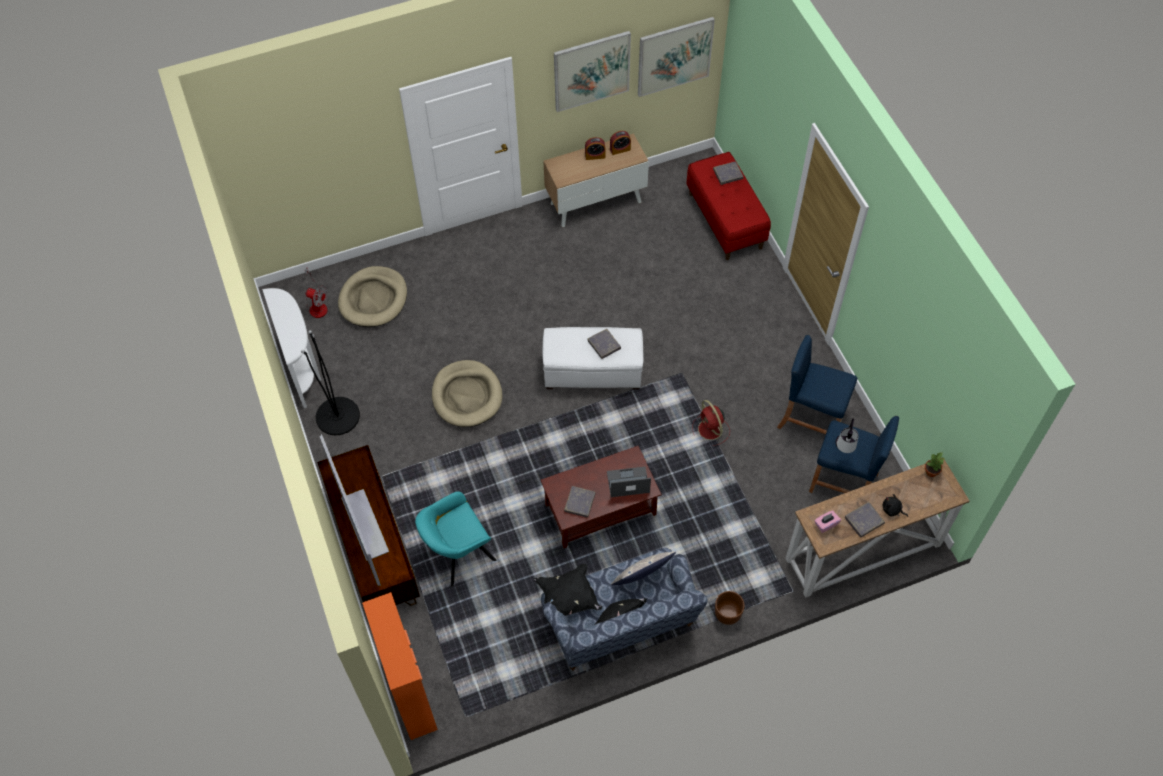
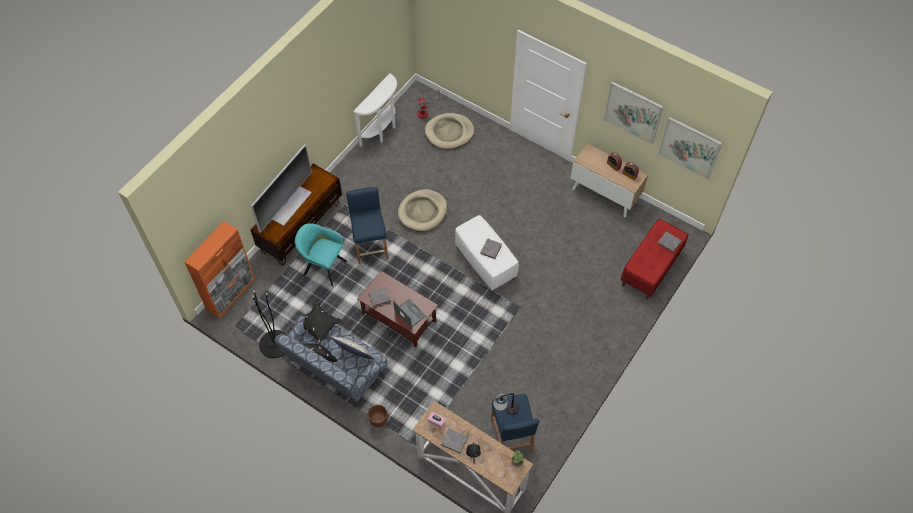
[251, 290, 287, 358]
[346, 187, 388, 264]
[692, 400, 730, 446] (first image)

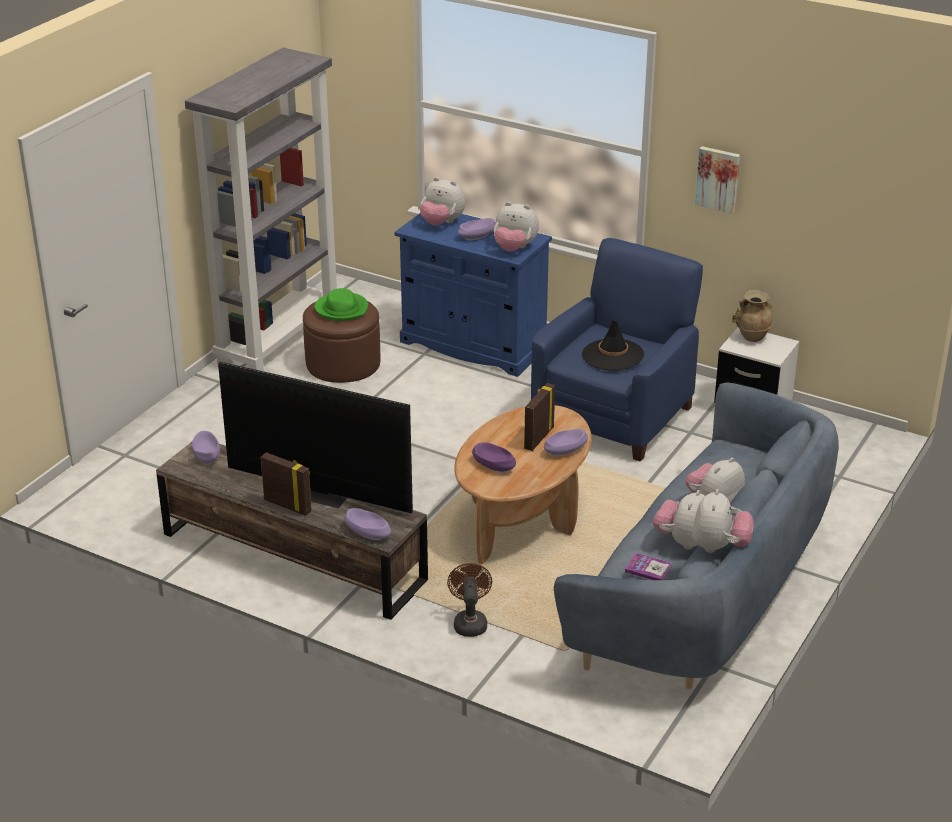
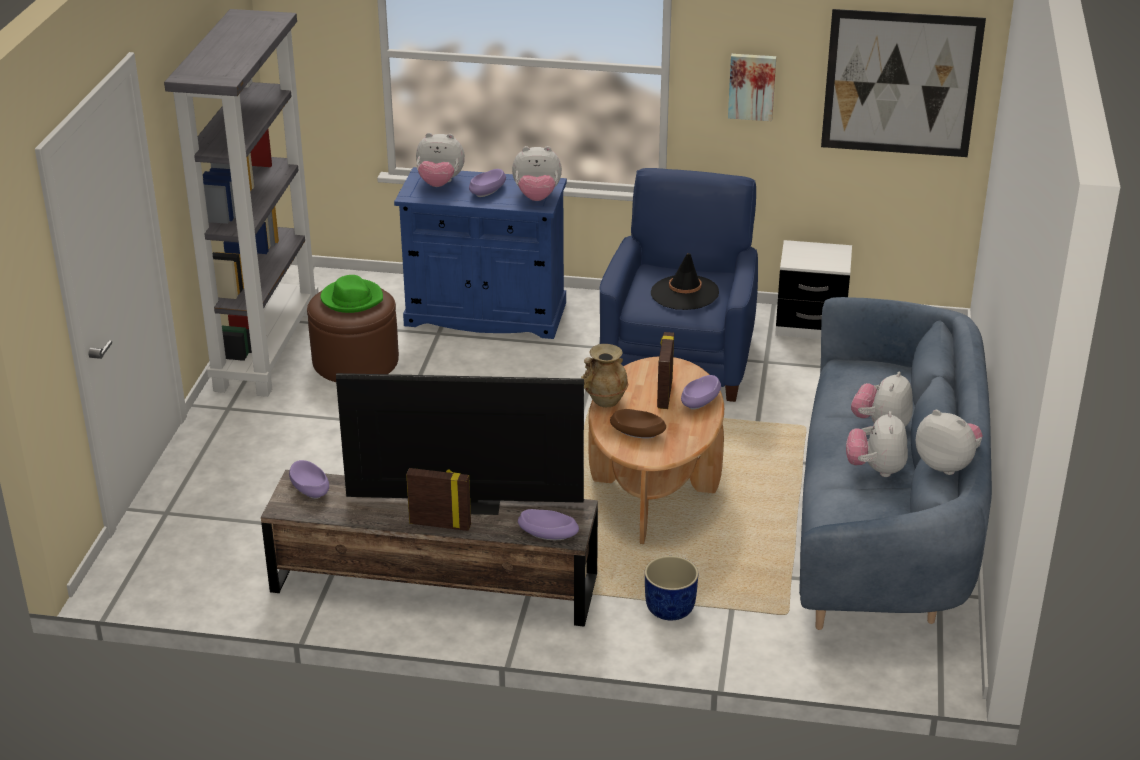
[581, 344, 628, 407]
[610, 409, 666, 439]
[645, 556, 698, 620]
[821, 9, 986, 157]
[916, 410, 983, 475]
[625, 553, 672, 580] (first image)

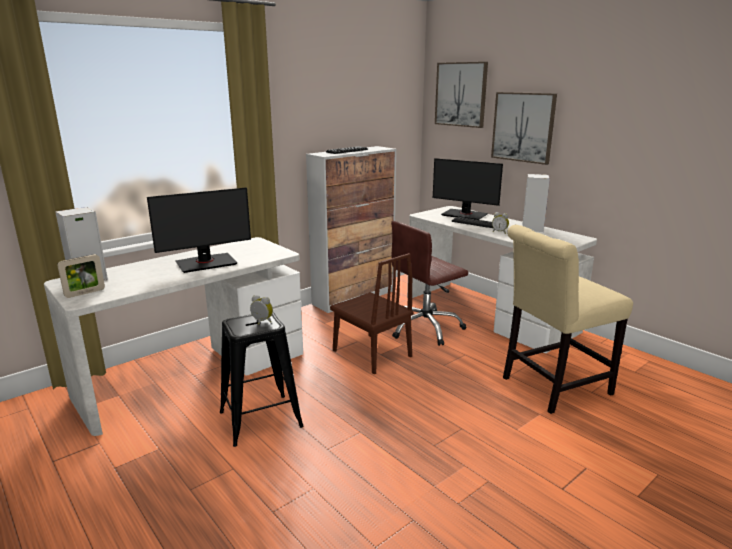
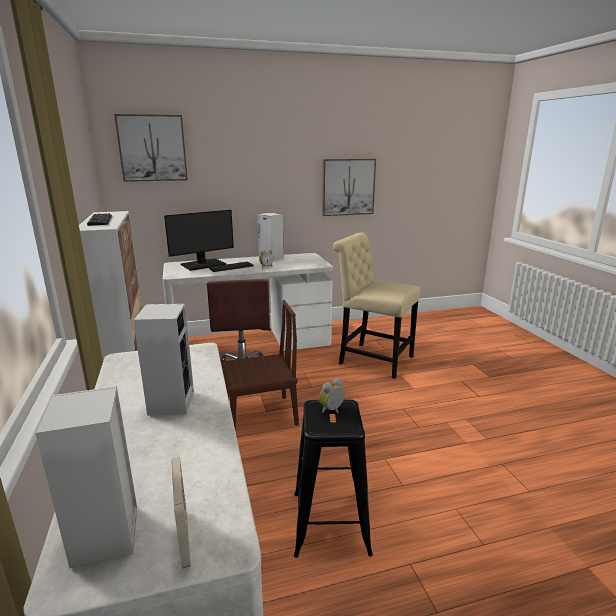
[133, 303, 194, 416]
[322, 159, 376, 216]
[333, 232, 421, 379]

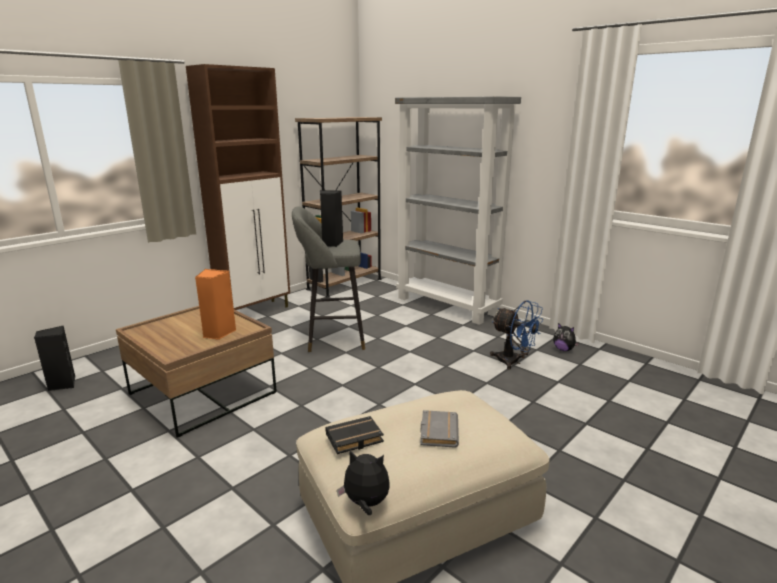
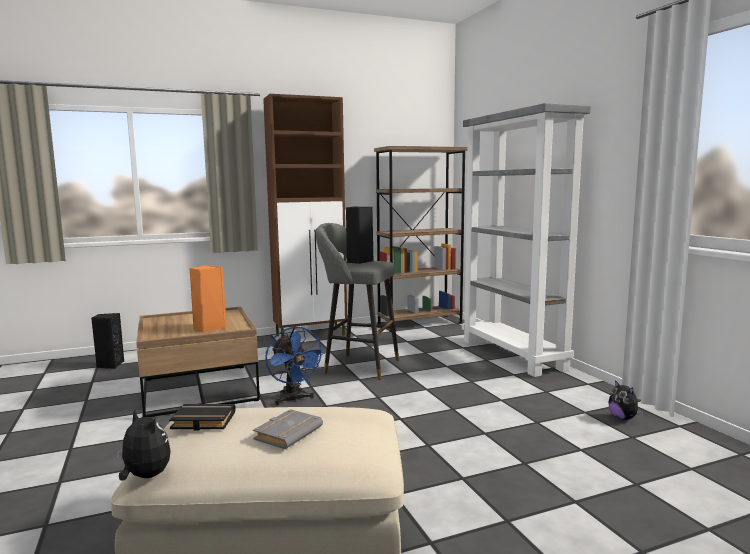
[265, 326, 326, 405]

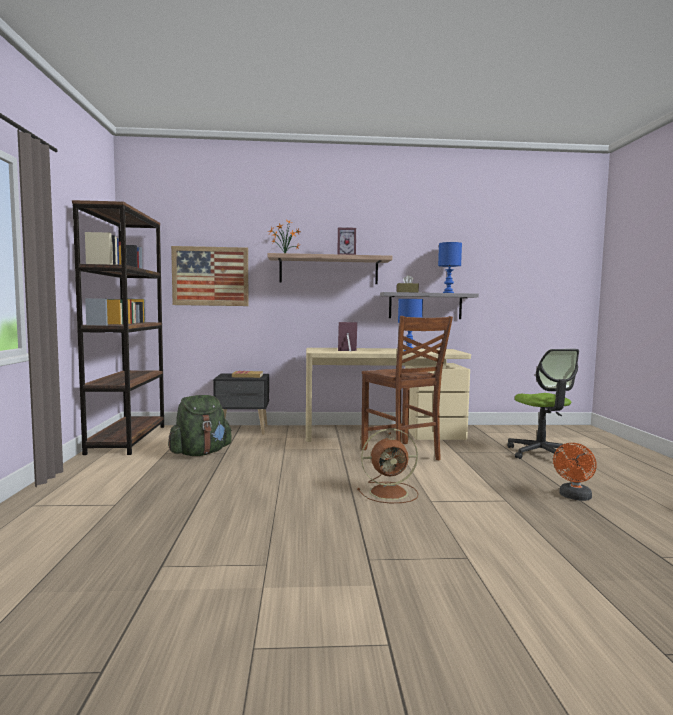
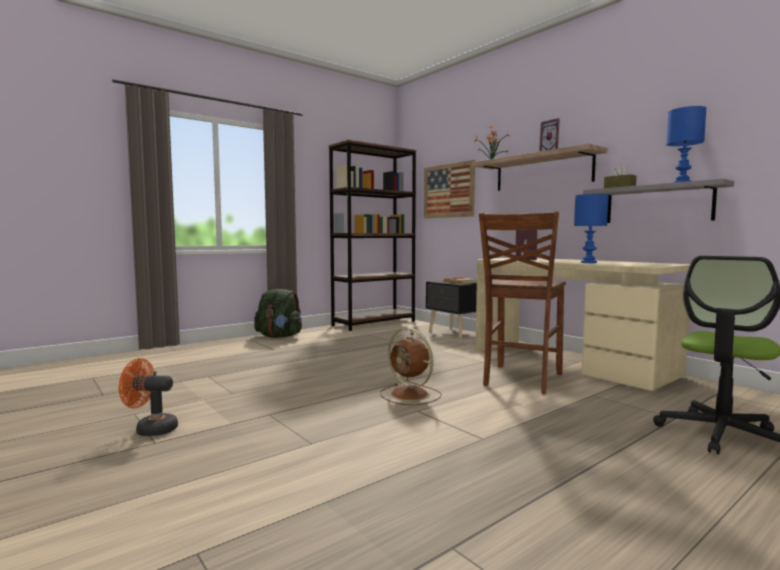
[119, 358, 178, 436]
[254, 289, 302, 338]

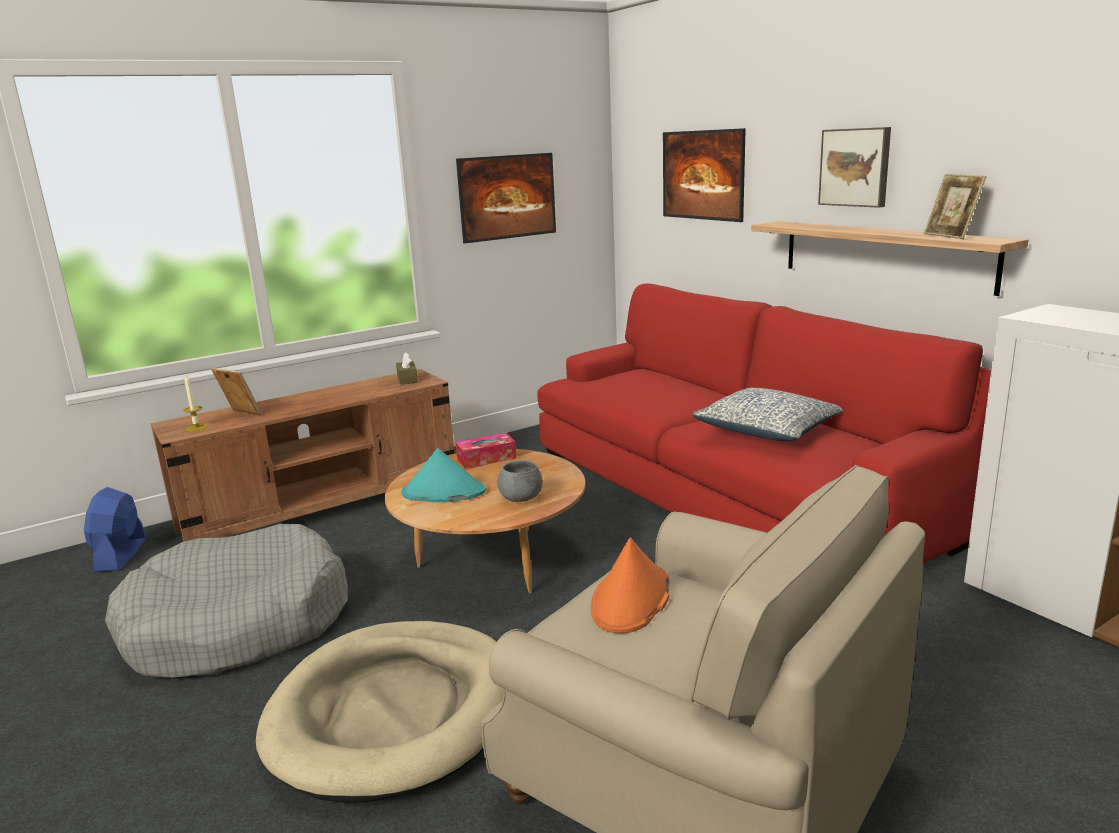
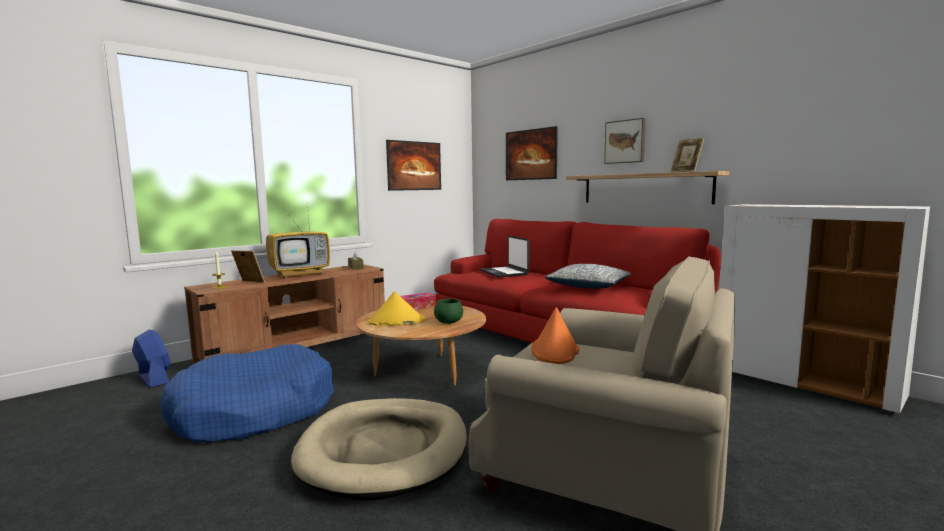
[132, 330, 171, 388]
[160, 344, 334, 443]
[266, 213, 330, 278]
[368, 291, 425, 326]
[434, 299, 463, 324]
[480, 236, 529, 278]

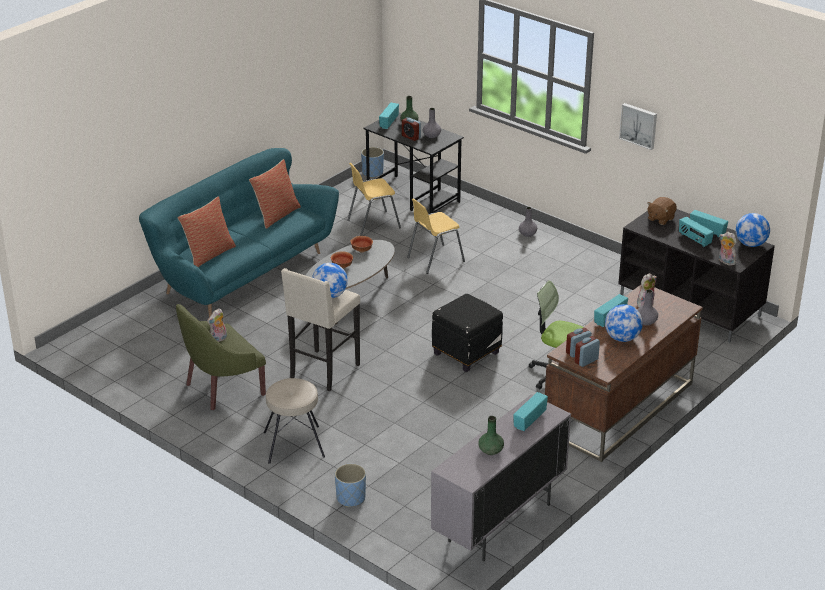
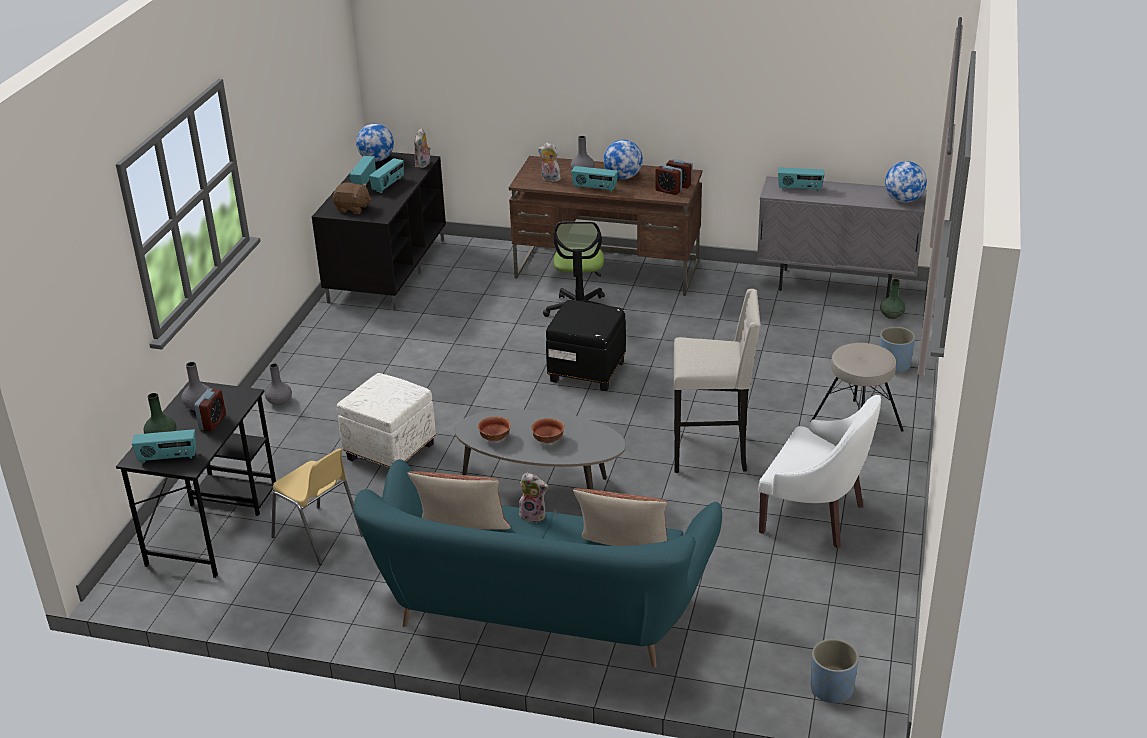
[337, 373, 436, 469]
[519, 473, 548, 523]
[758, 395, 881, 548]
[811, 639, 859, 704]
[880, 279, 906, 319]
[885, 161, 927, 203]
[619, 103, 657, 150] (first image)

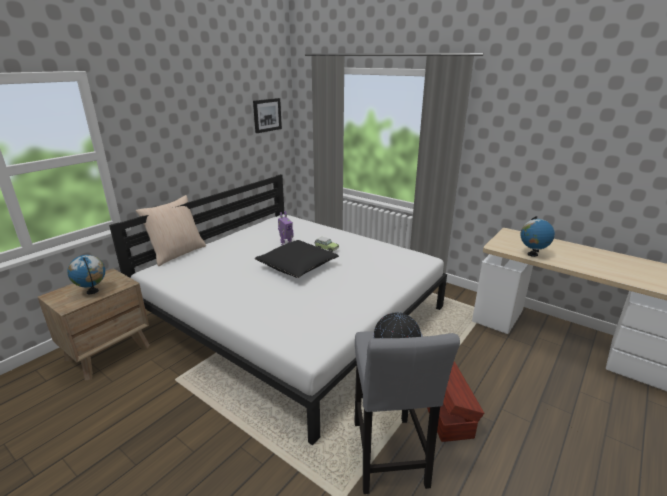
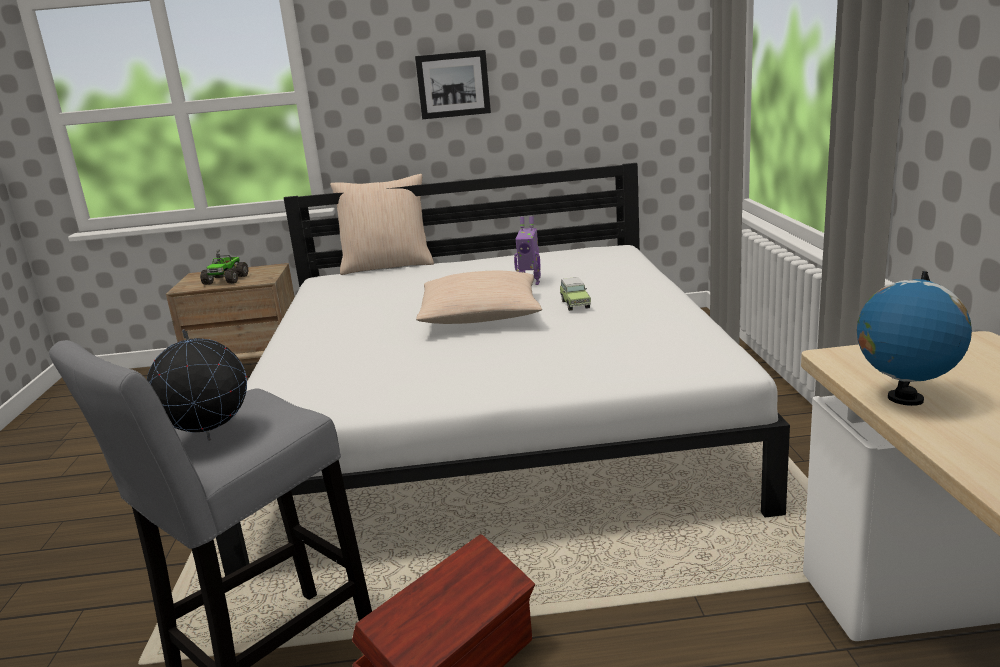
[200, 249, 248, 285]
[415, 50, 491, 119]
[416, 271, 542, 324]

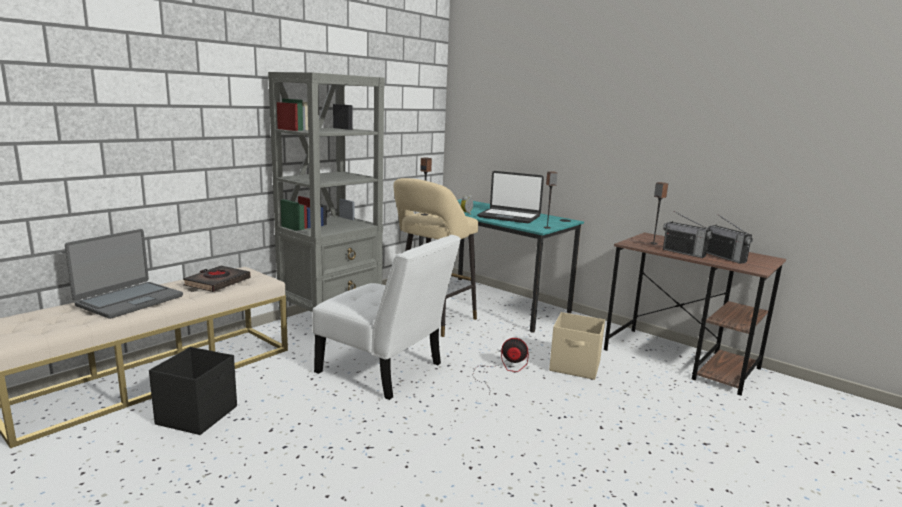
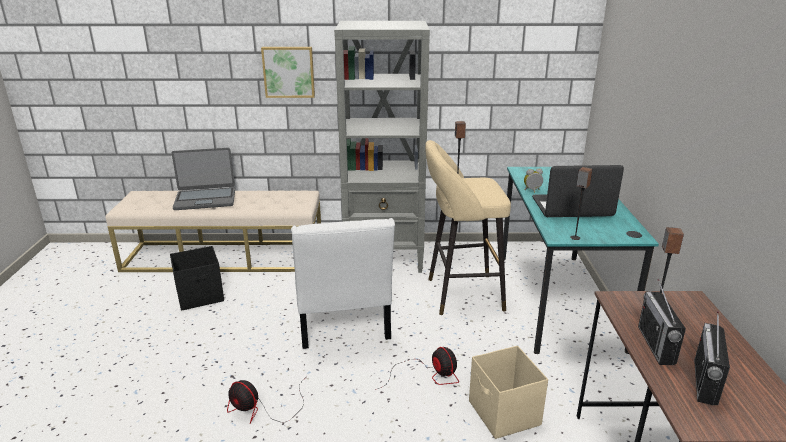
[227, 380, 304, 424]
[261, 47, 315, 98]
[532, 165, 624, 217]
[183, 266, 251, 292] (first image)

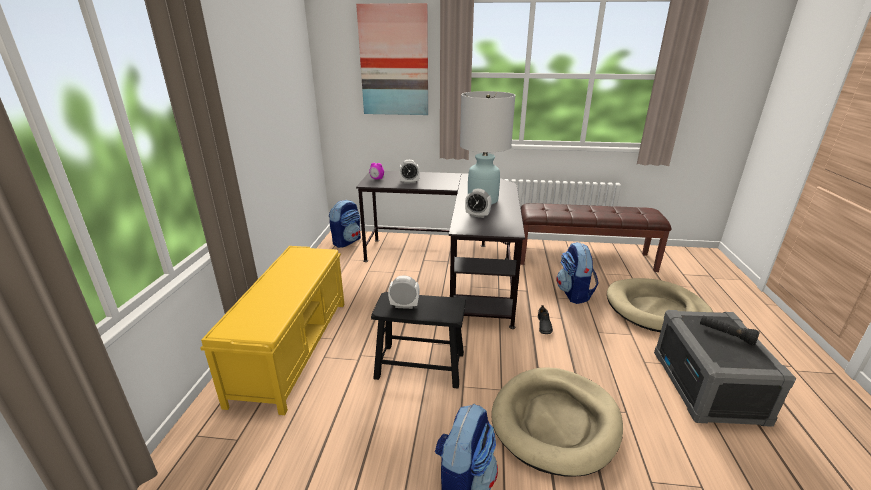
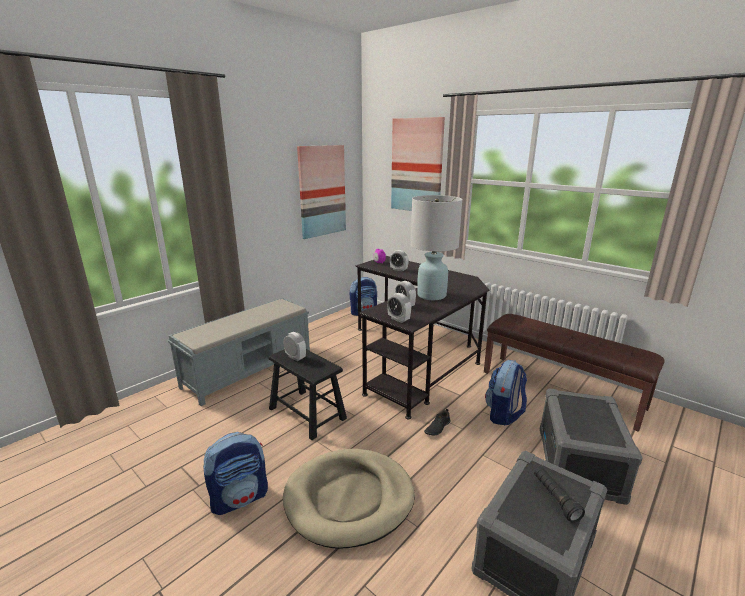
[168, 298, 310, 406]
[297, 145, 346, 239]
[387, 293, 411, 323]
[540, 388, 643, 505]

